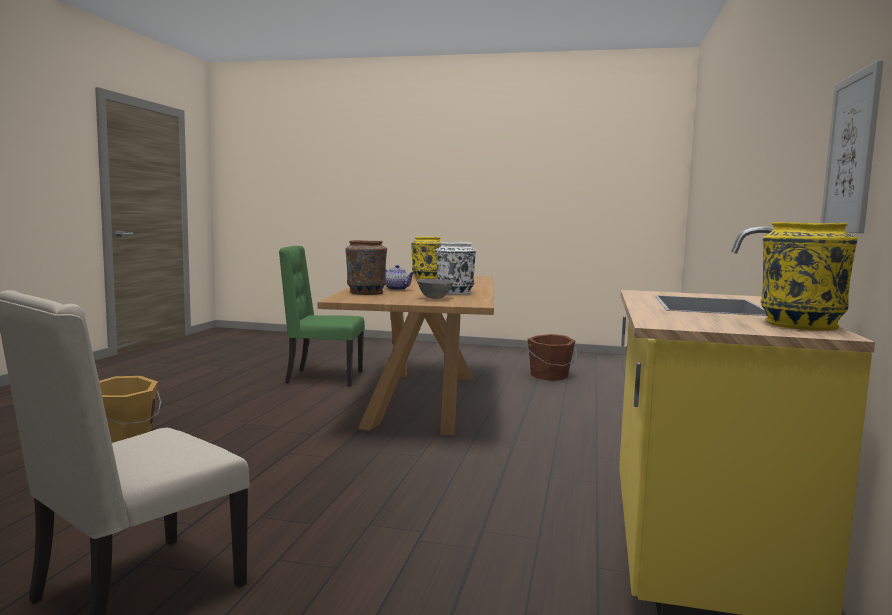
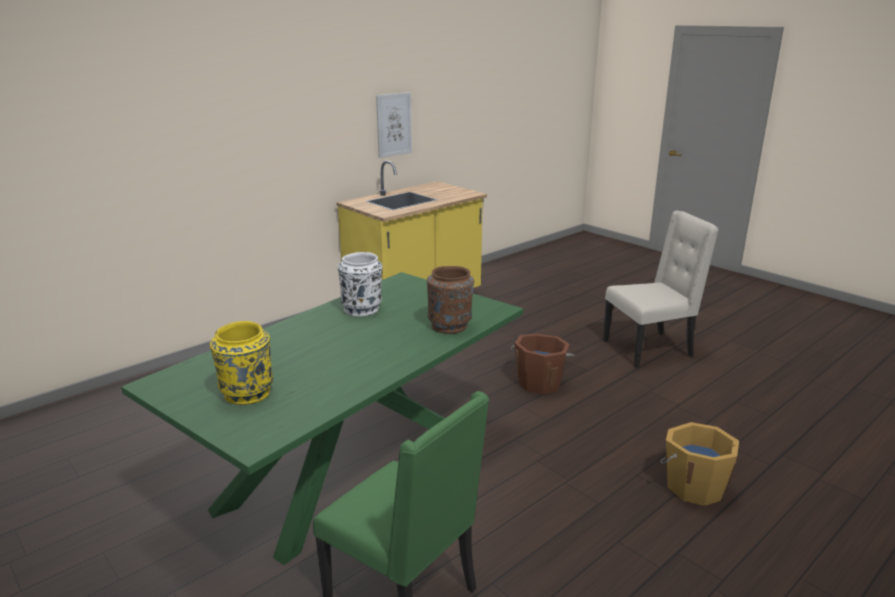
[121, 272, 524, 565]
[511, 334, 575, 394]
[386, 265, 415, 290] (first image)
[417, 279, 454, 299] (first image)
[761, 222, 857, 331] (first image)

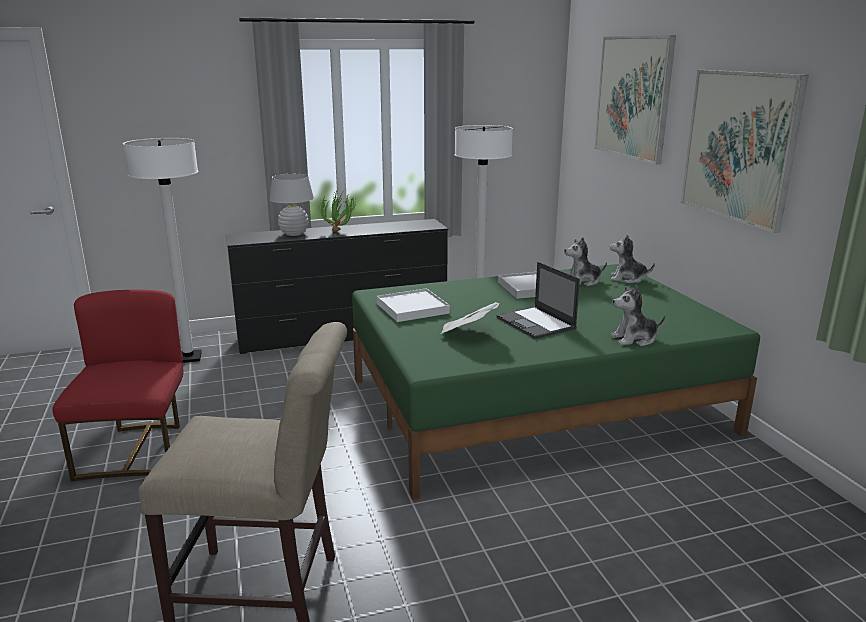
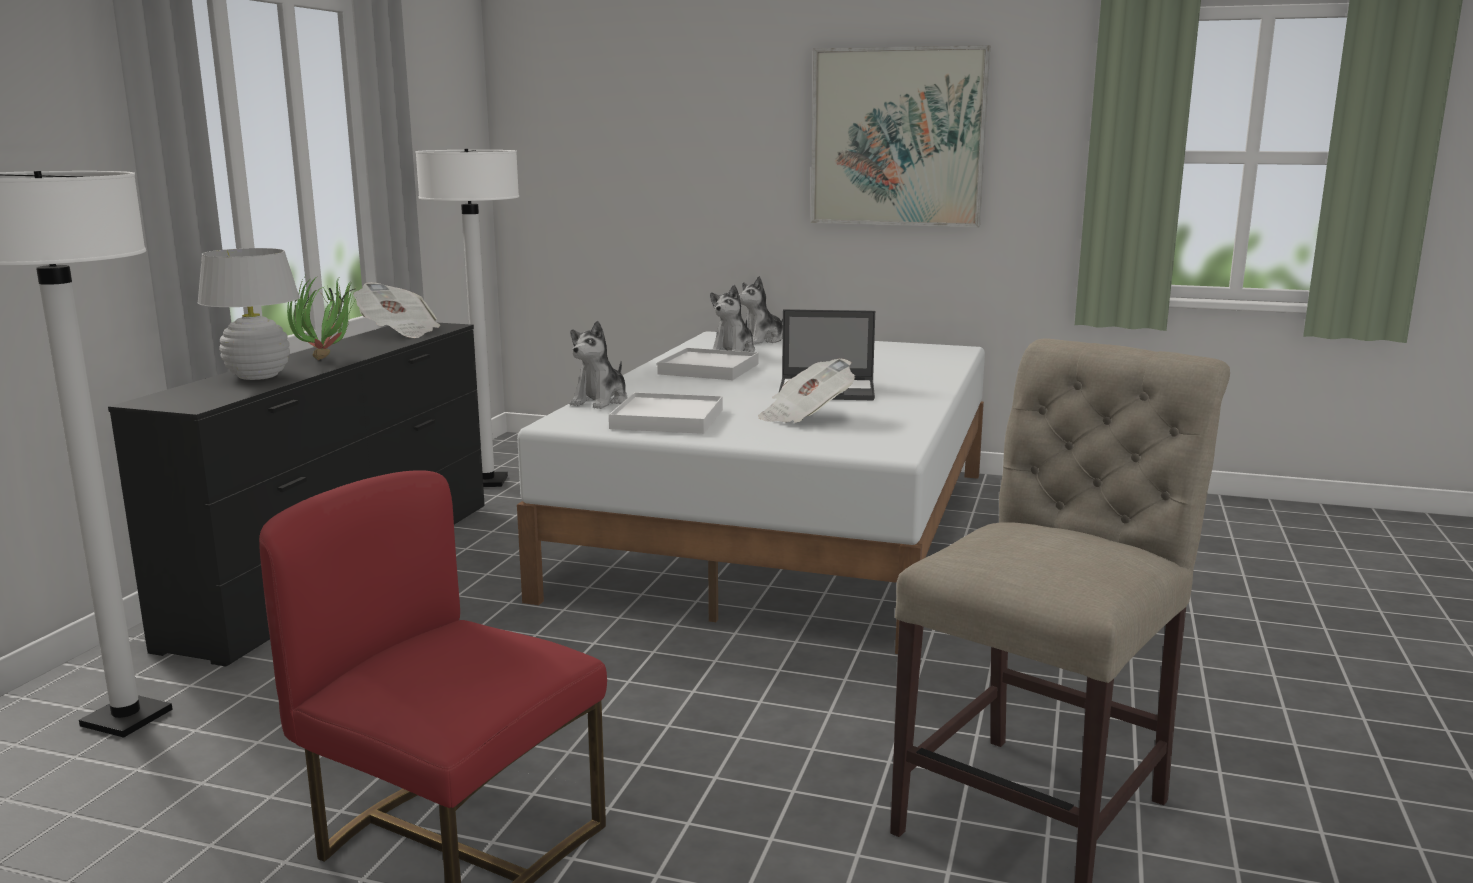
[353, 282, 440, 338]
[517, 331, 985, 654]
[570, 321, 627, 409]
[594, 35, 676, 165] (first image)

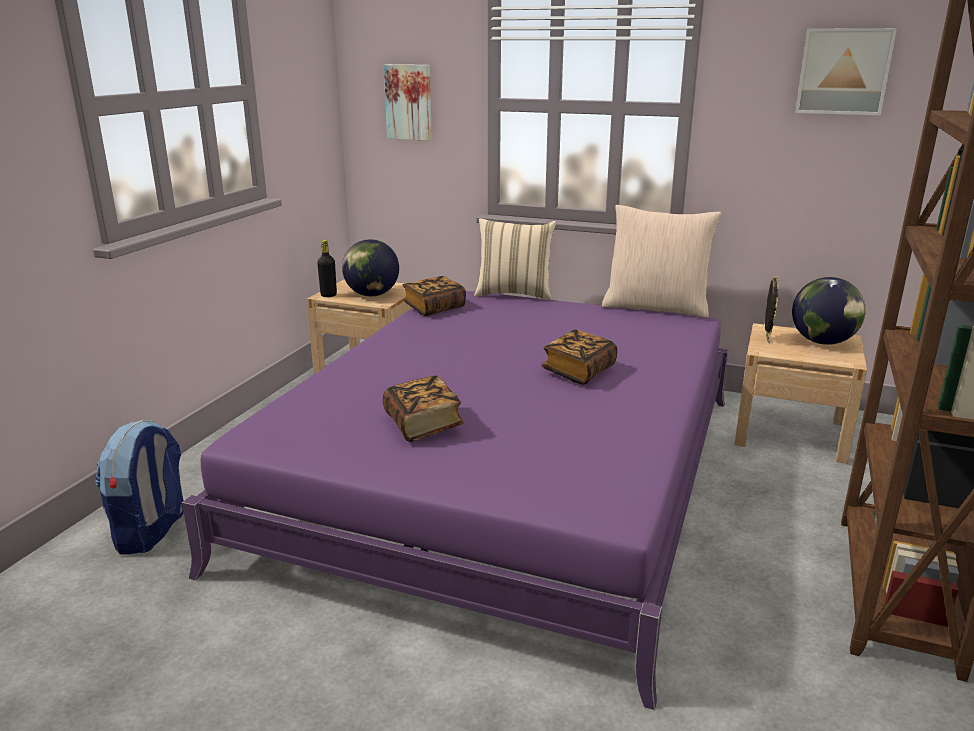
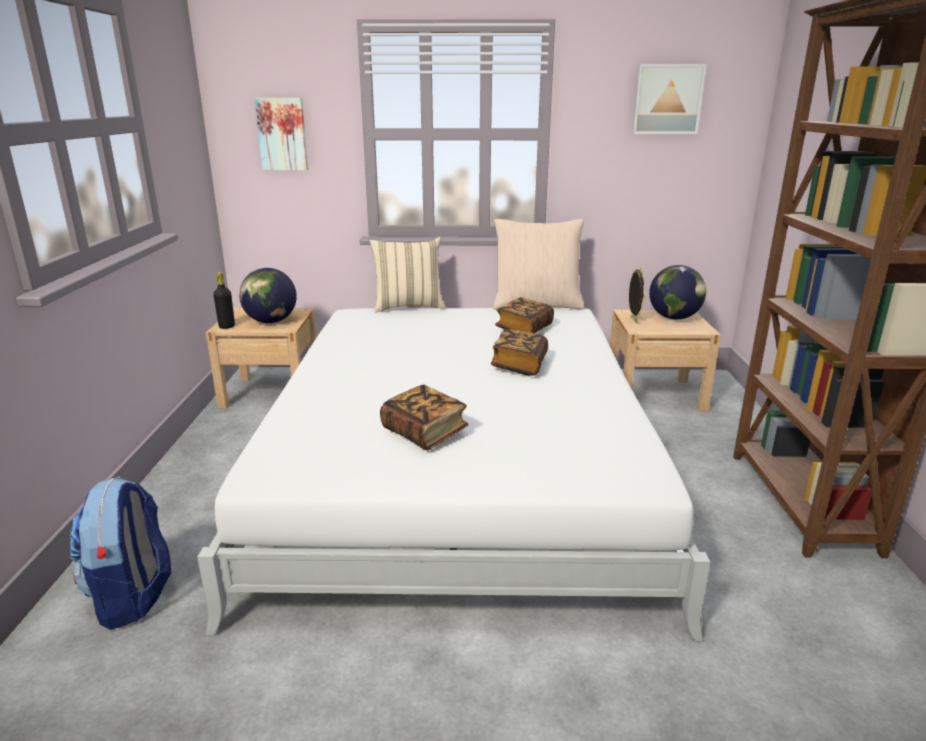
[197, 307, 711, 642]
[495, 297, 554, 333]

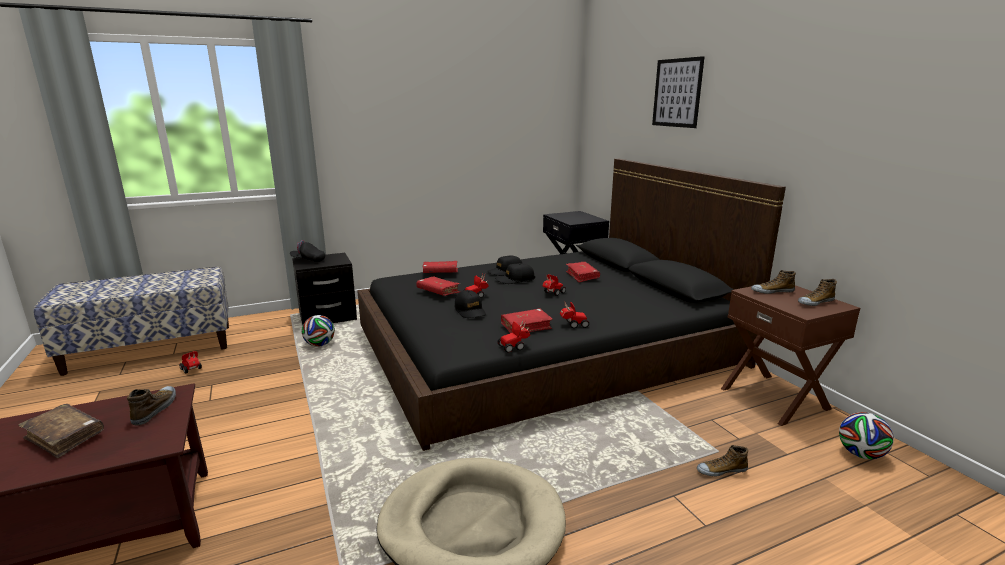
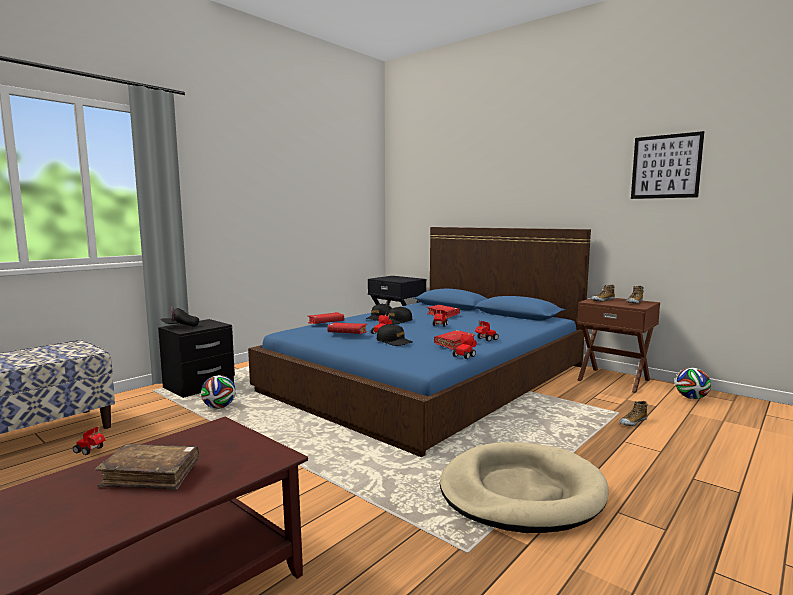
[248, 227, 591, 457]
[631, 131, 704, 199]
[127, 386, 176, 425] (first image)

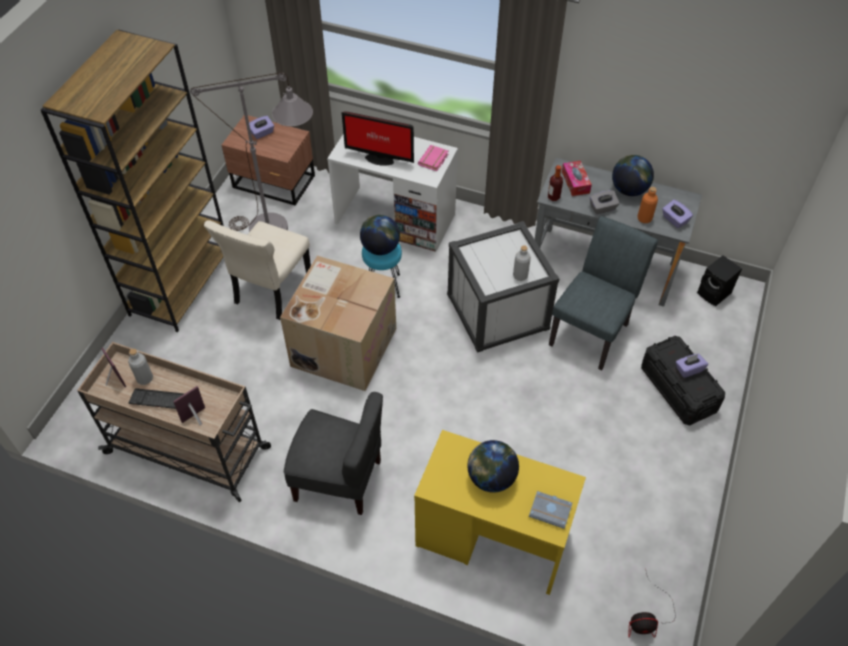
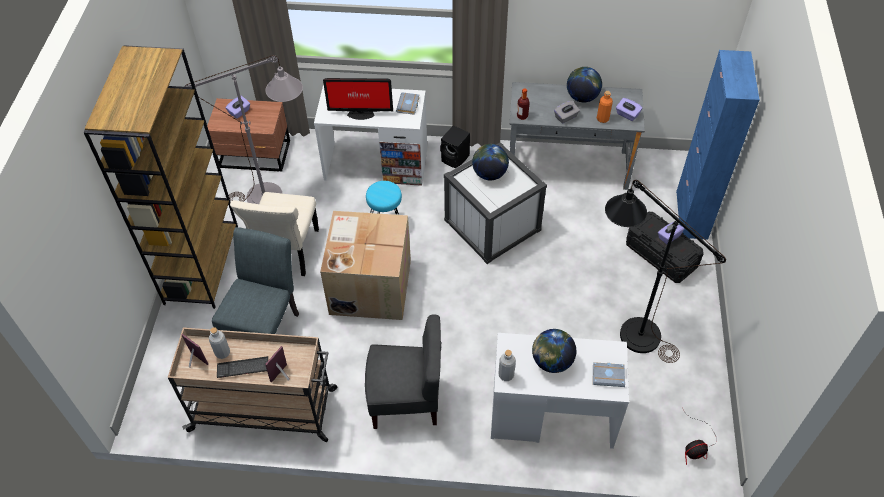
[212, 227, 299, 334]
[396, 92, 419, 115]
[440, 125, 470, 168]
[472, 144, 509, 180]
[491, 333, 629, 449]
[499, 350, 516, 381]
[605, 180, 726, 363]
[676, 50, 760, 240]
[562, 161, 592, 196] (first image)

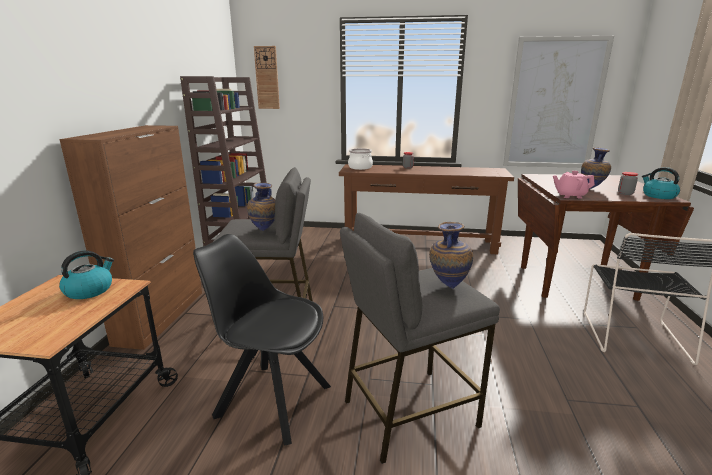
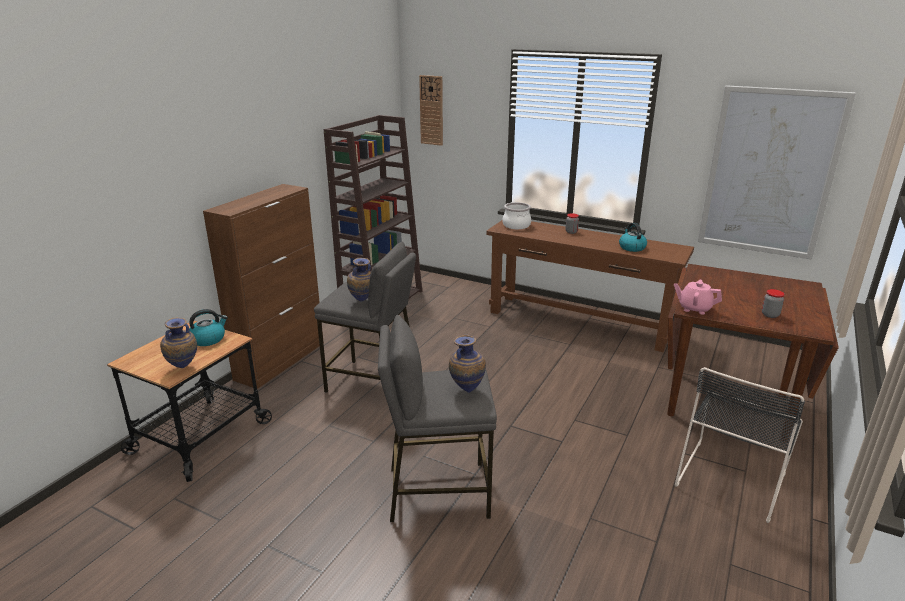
[160, 318, 197, 368]
[619, 223, 647, 252]
[193, 234, 331, 446] (first image)

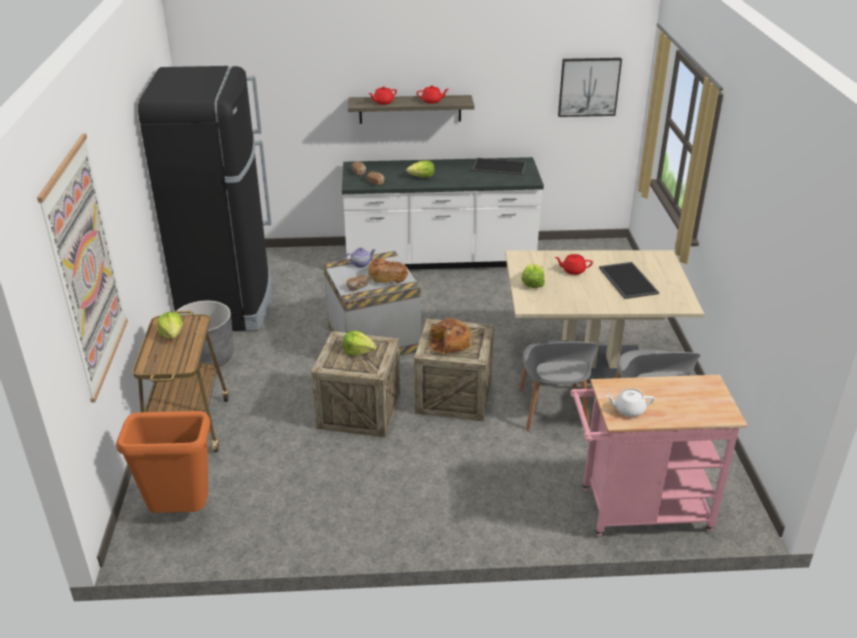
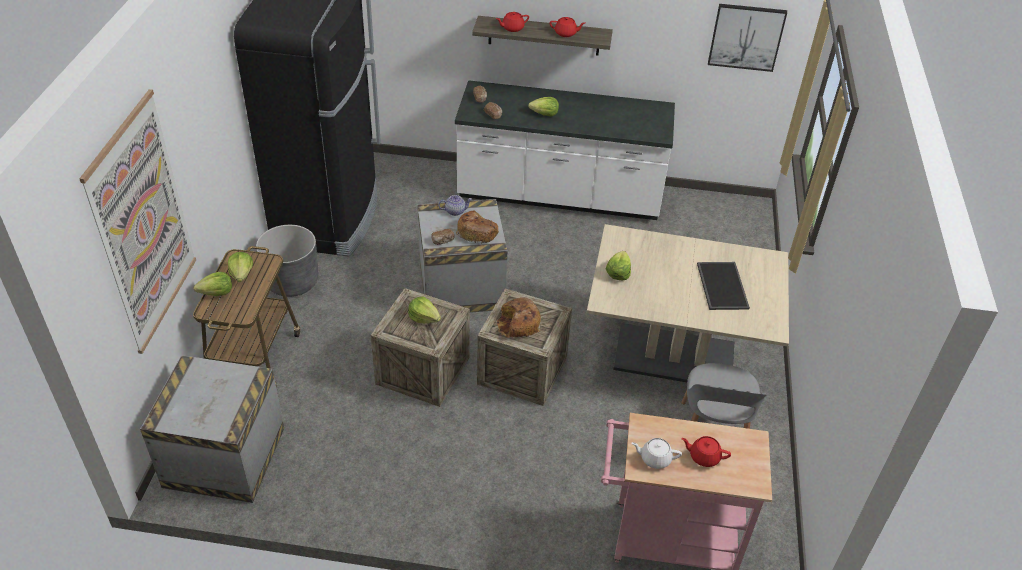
[140, 355, 284, 503]
[194, 272, 232, 296]
[681, 436, 731, 467]
[472, 158, 526, 175] (first image)
[519, 340, 598, 431] (first image)

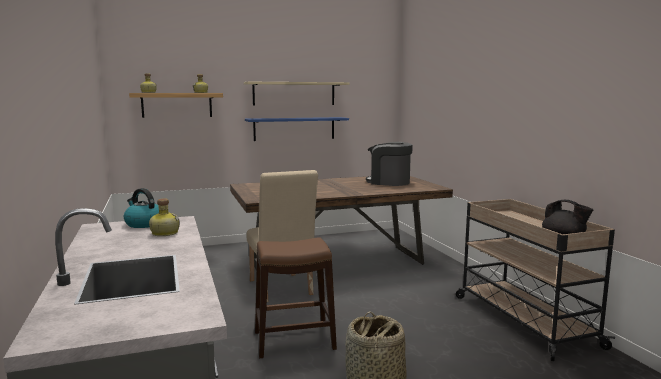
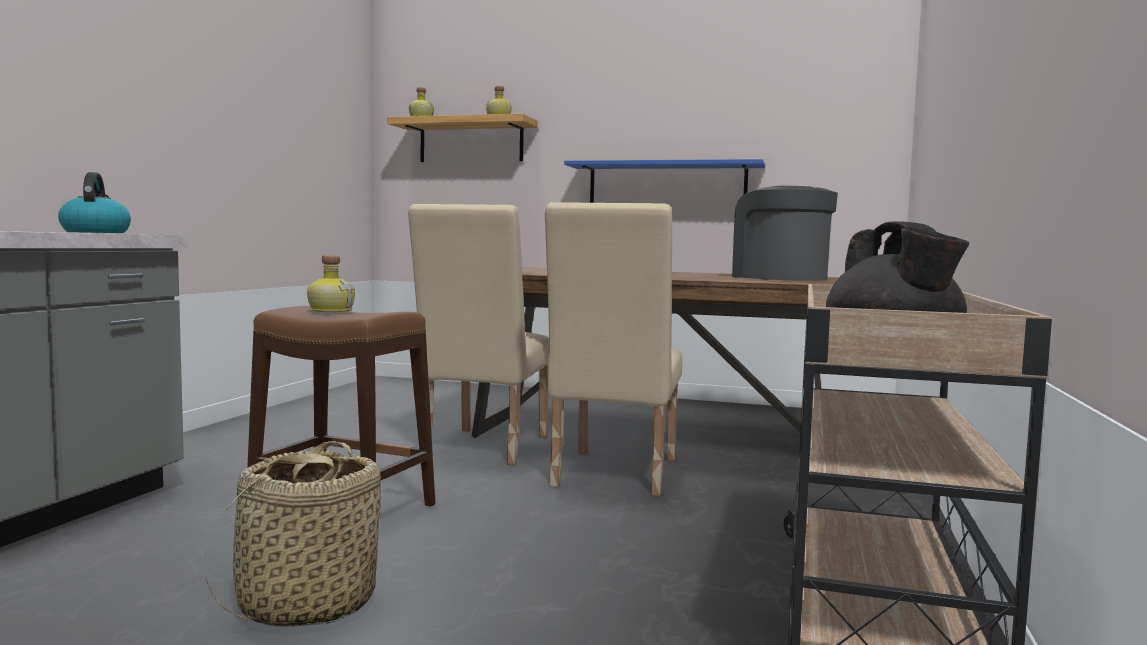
[307, 255, 355, 312]
[545, 202, 682, 496]
[244, 82, 350, 105] (first image)

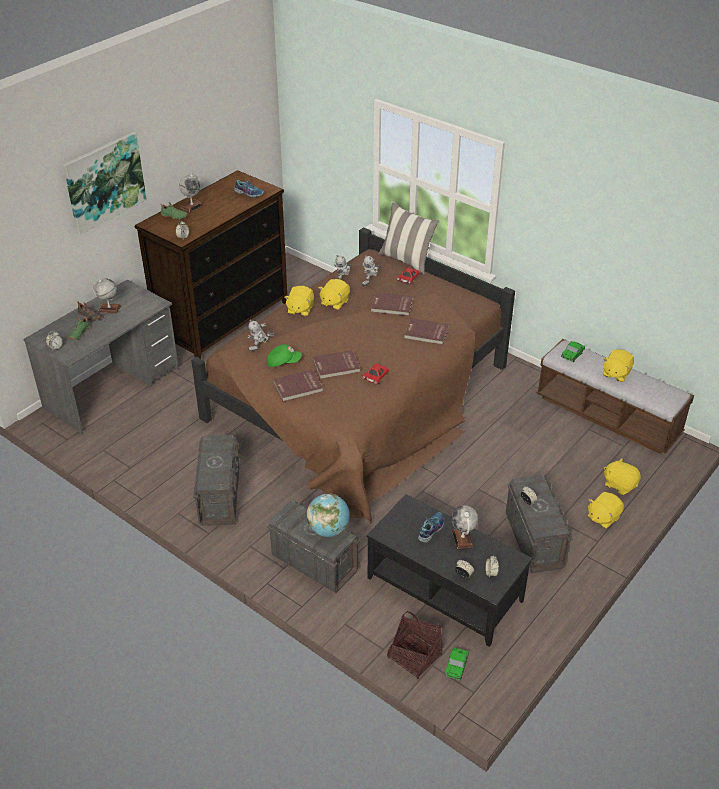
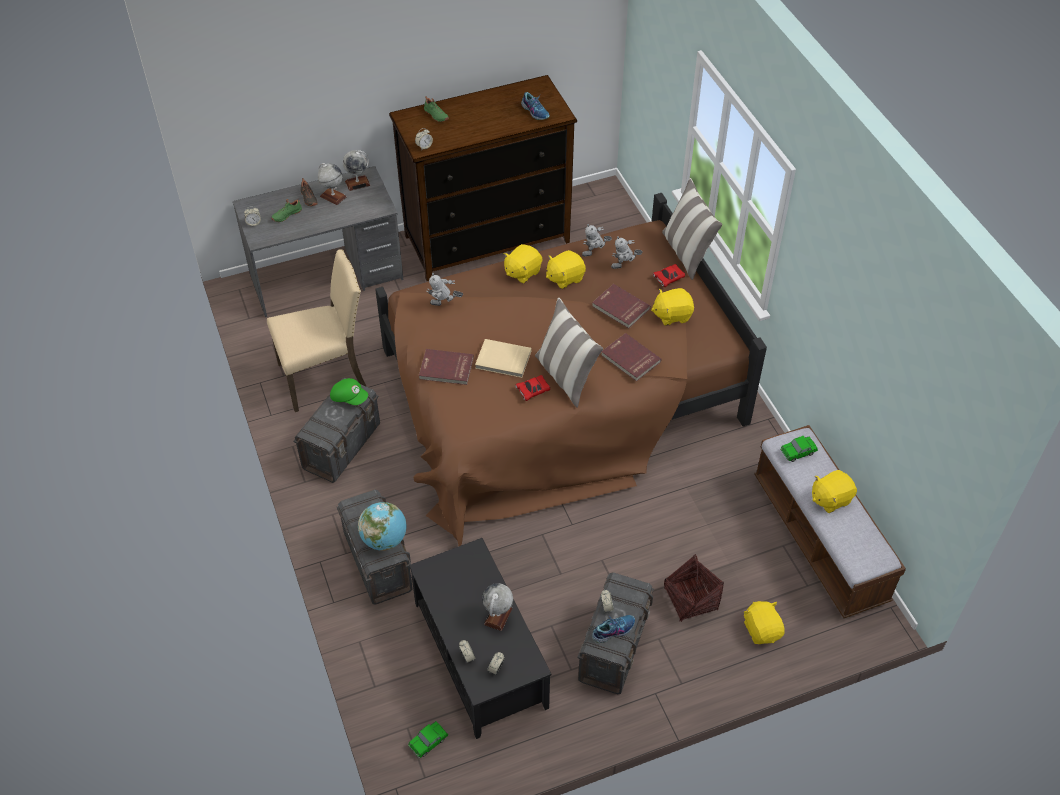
[267, 249, 367, 412]
[330, 378, 368, 405]
[343, 150, 371, 191]
[475, 339, 532, 378]
[535, 297, 603, 408]
[592, 613, 635, 643]
[651, 288, 694, 326]
[664, 554, 724, 622]
[63, 132, 147, 235] (first image)

